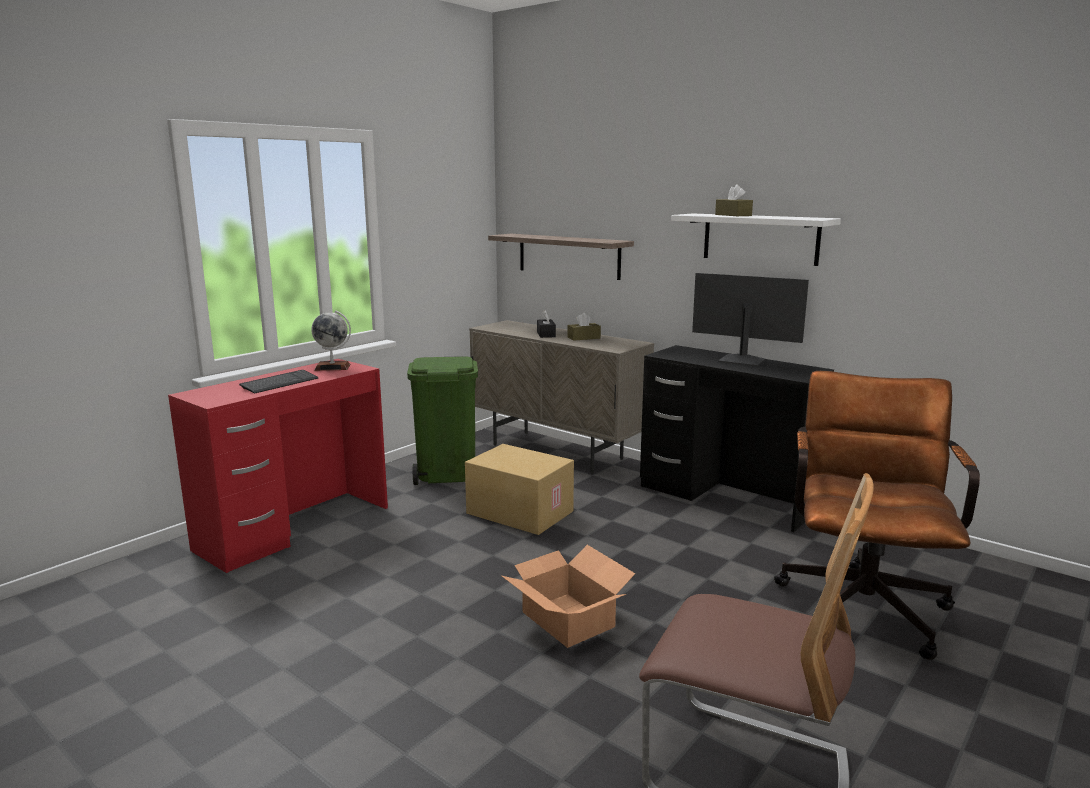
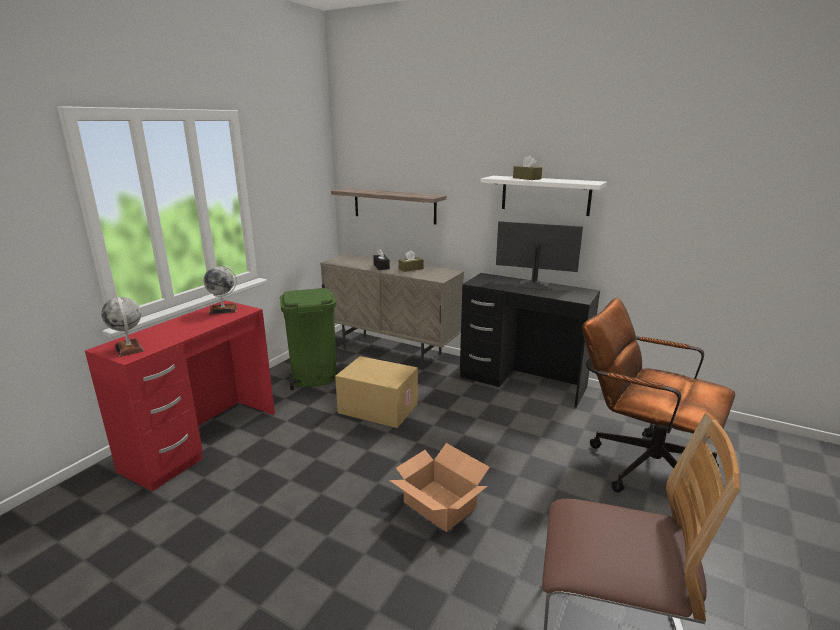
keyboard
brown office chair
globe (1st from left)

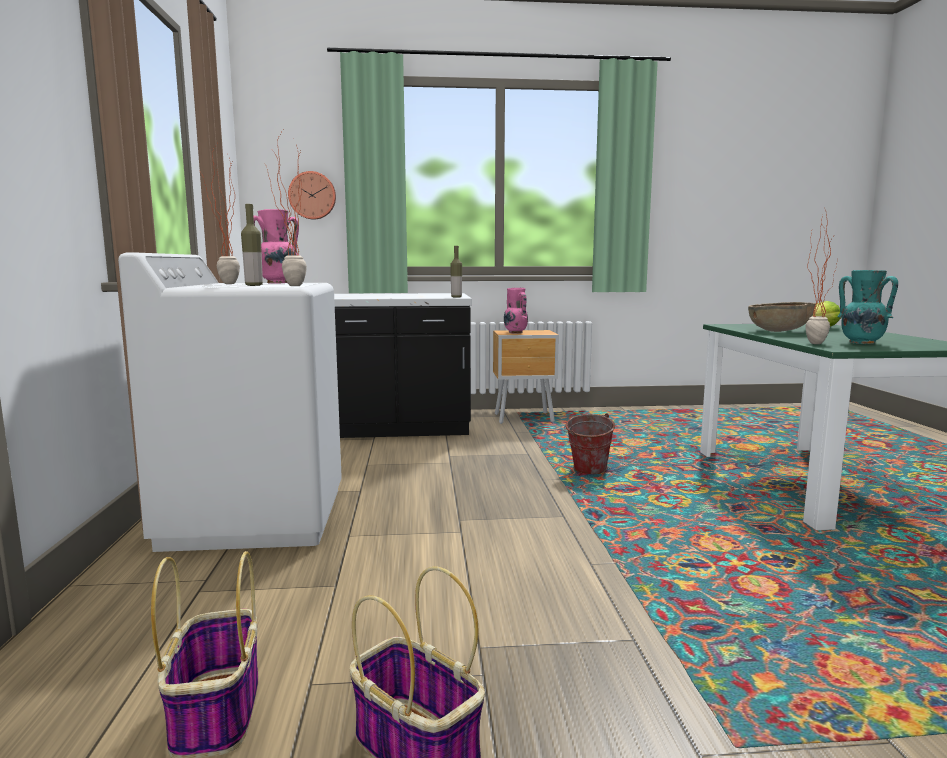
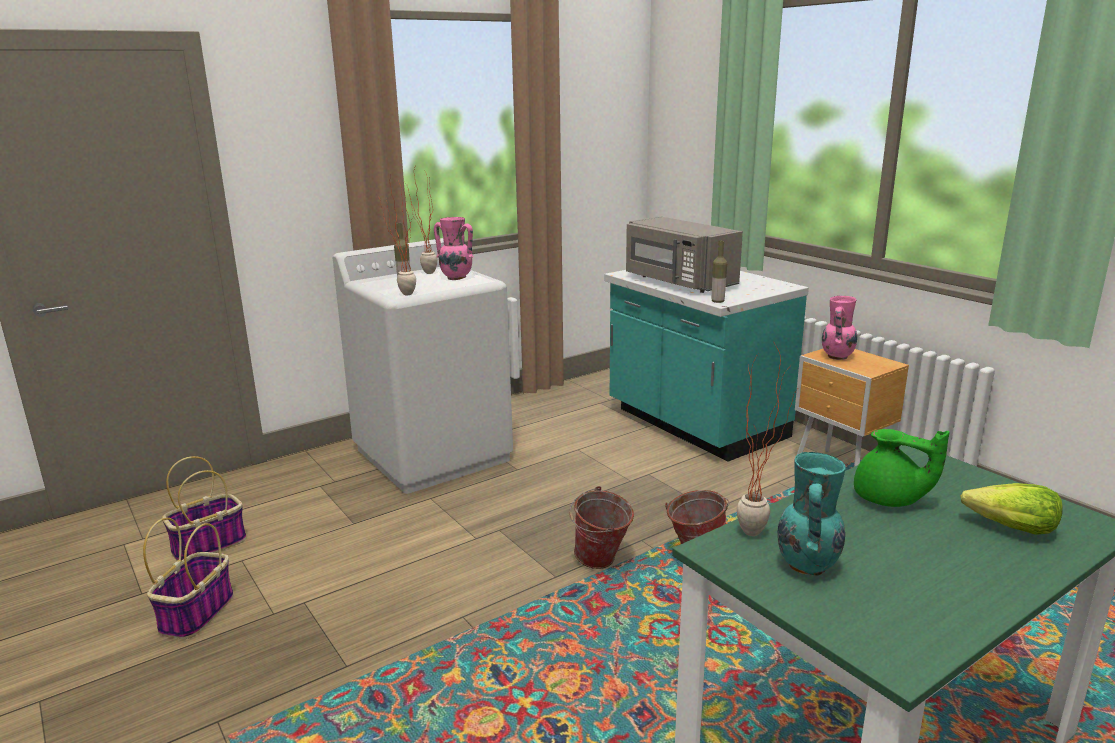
wall clock
turquoise counter
green teapot
grey microwave
bucket (1st from left)

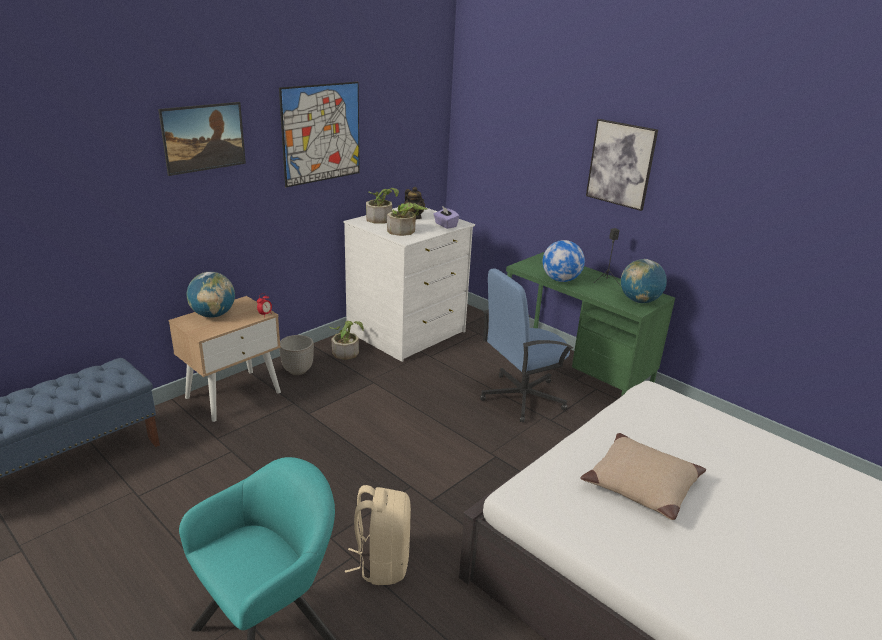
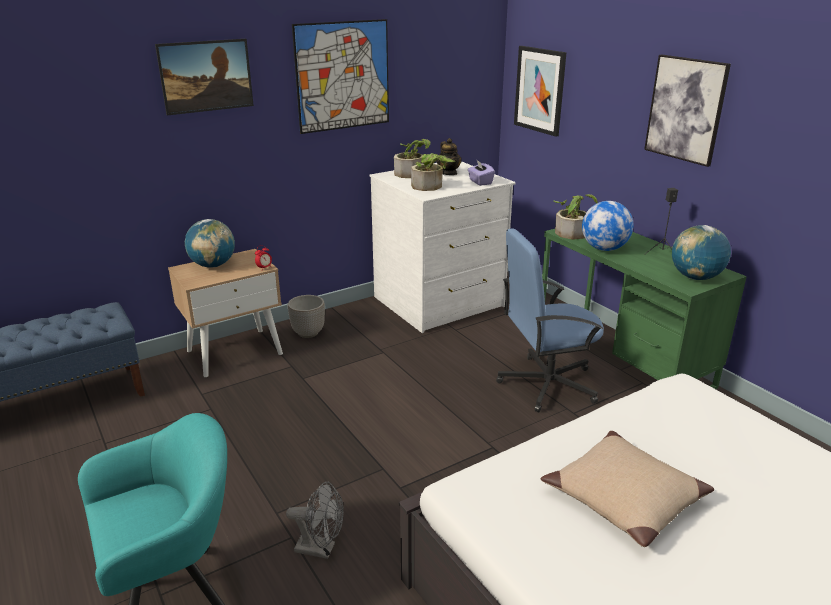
potted plant (3rd from left)
grey fan
picture (3rd from left)

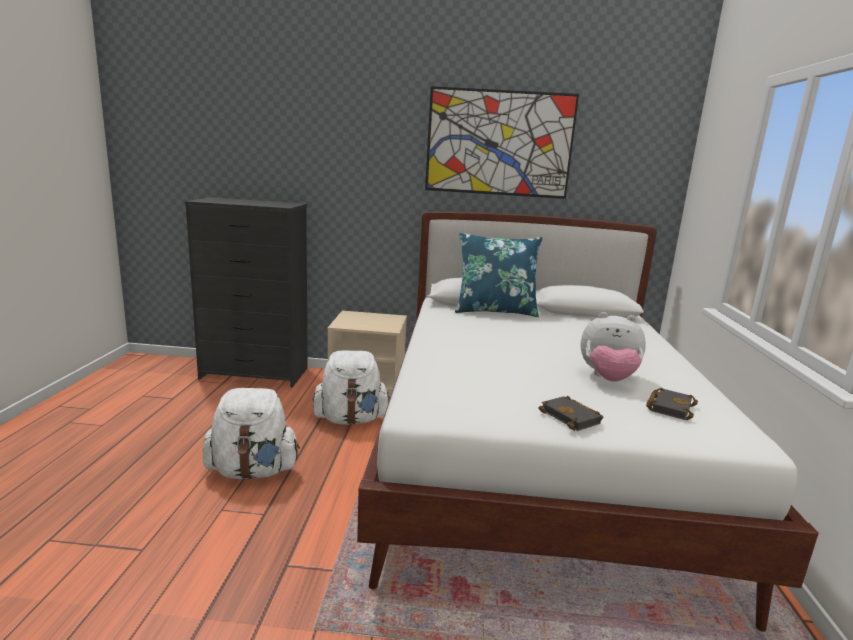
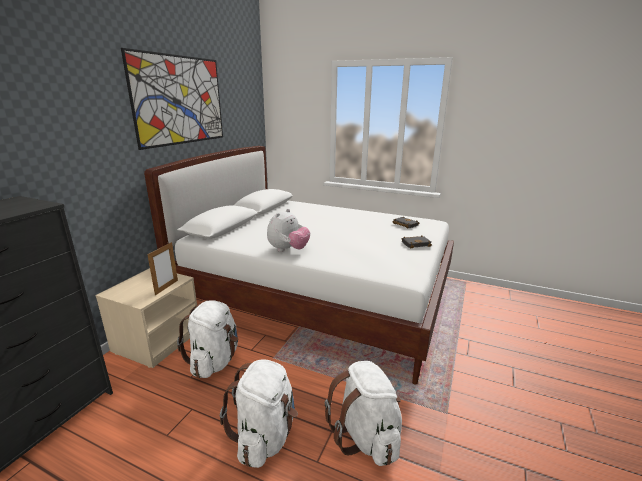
blue pillow
plush toy
picture frame
white backpack (3rd from left)

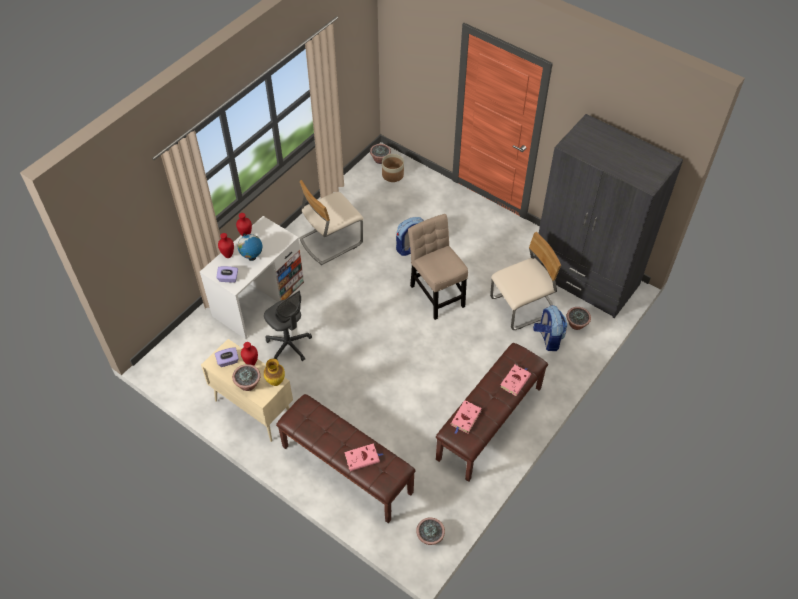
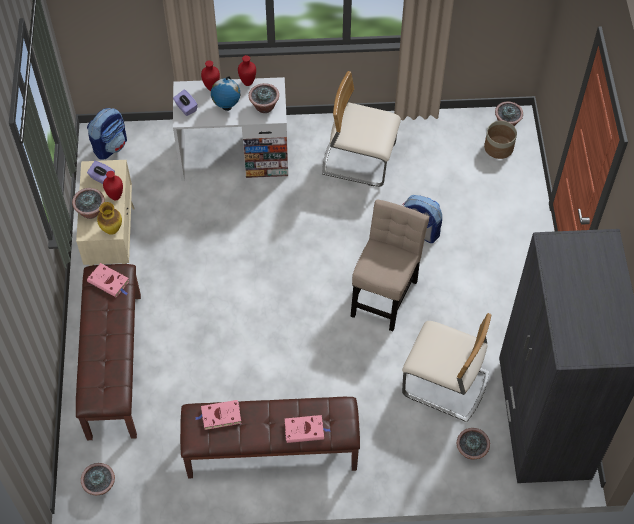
grey office chair
backpack (1st from left)
pink book (1st from left)
potted plant (3rd from left)

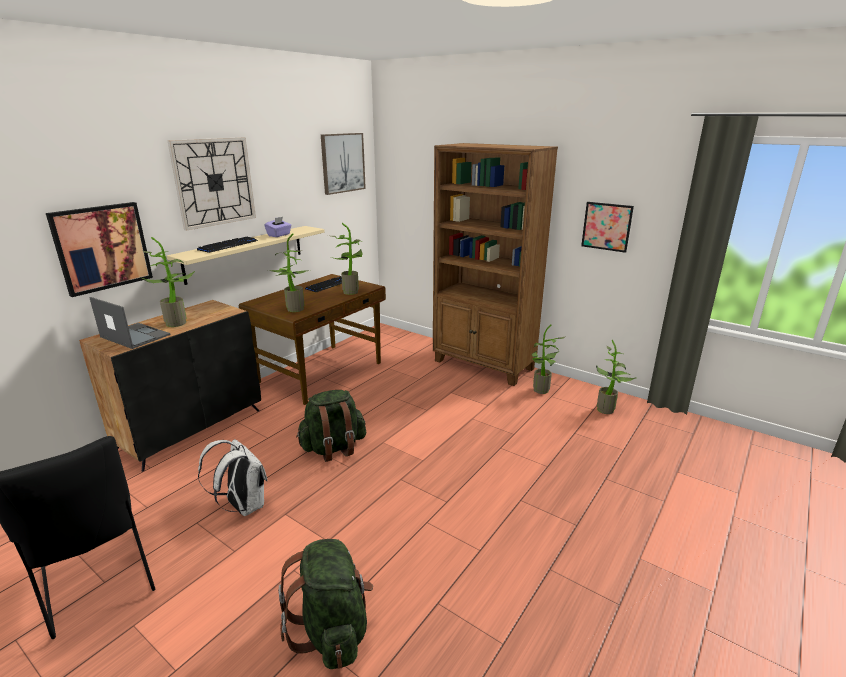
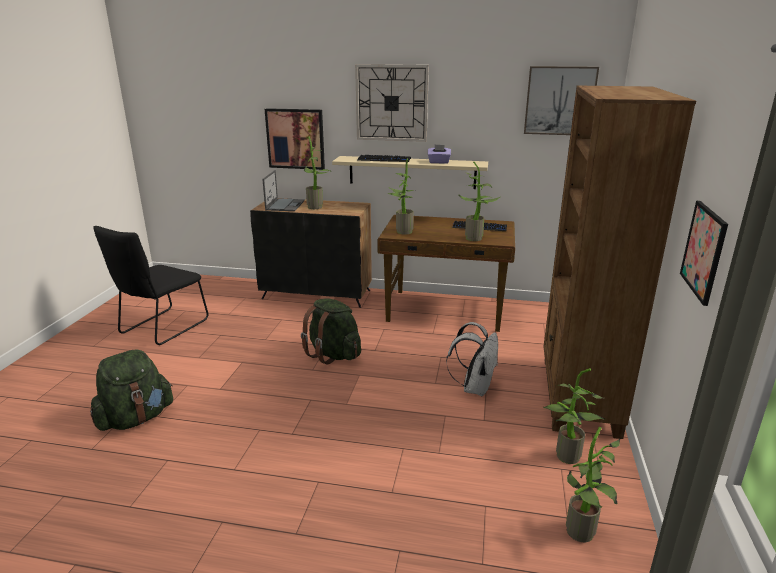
white backpack

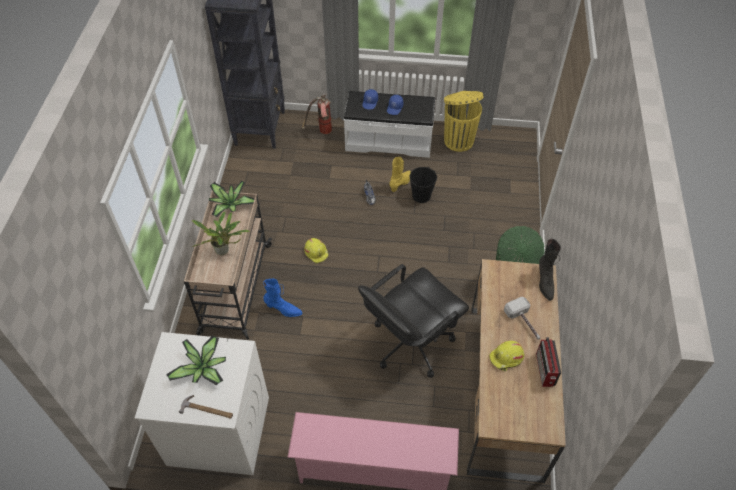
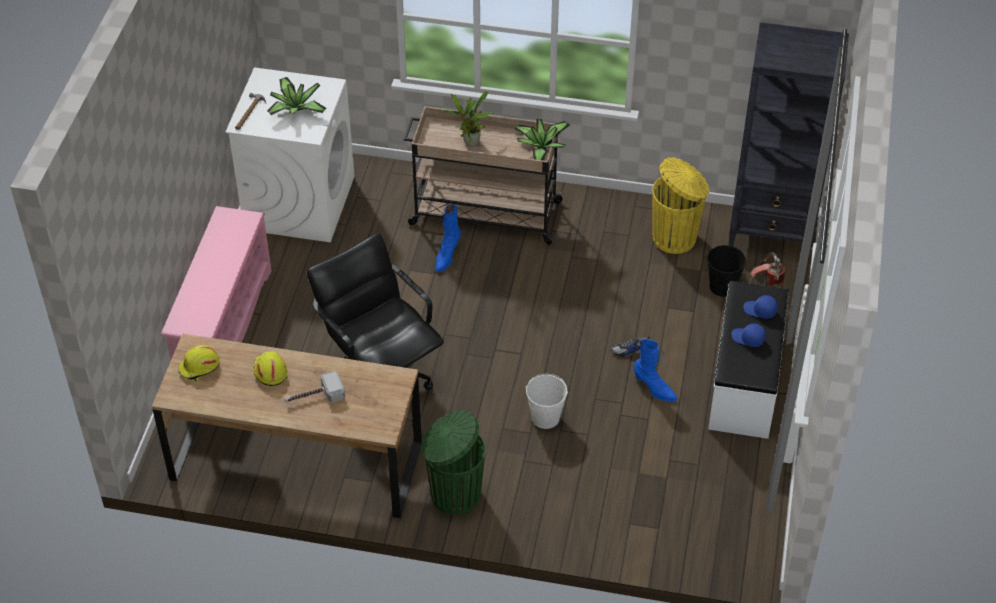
yellow trash can
blue boot (2nd from left)
black bucket
yellow hard hat (1st from left)
black boot
radio
white bucket

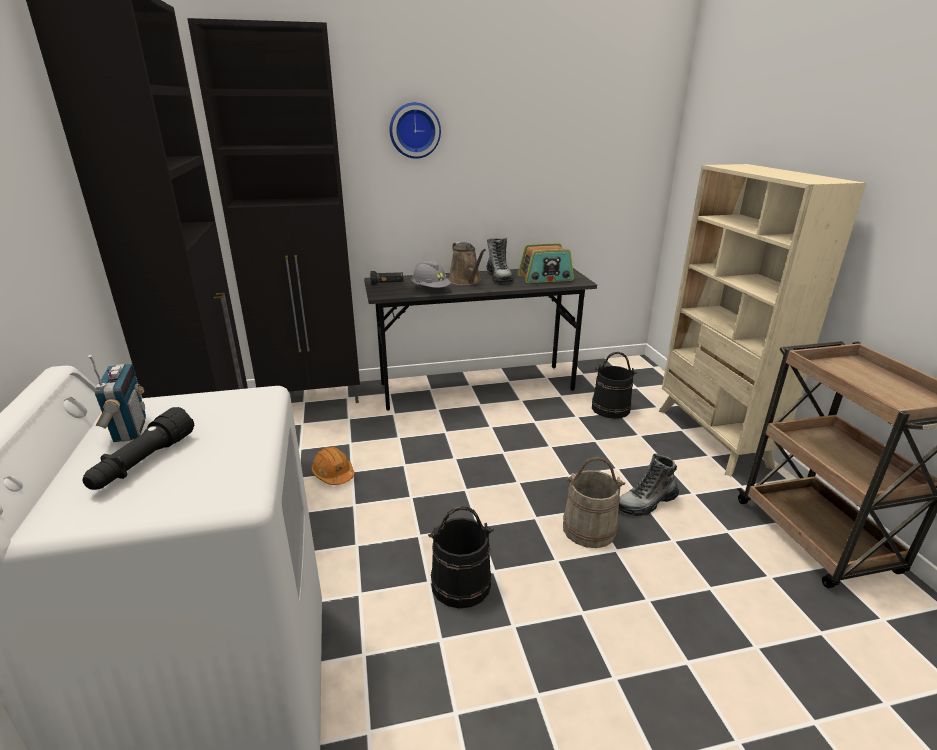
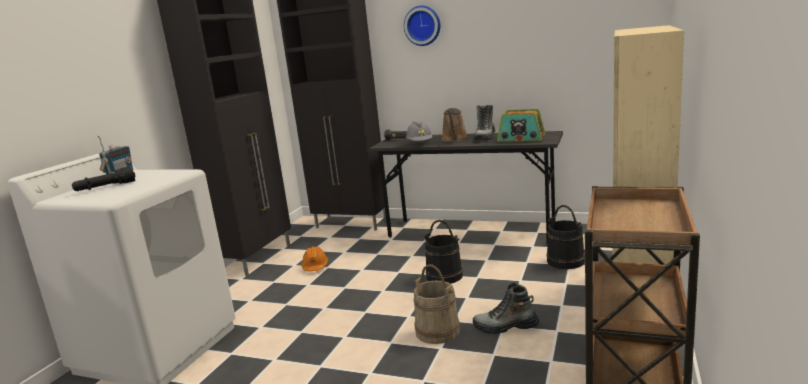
black bucket (1st from left)

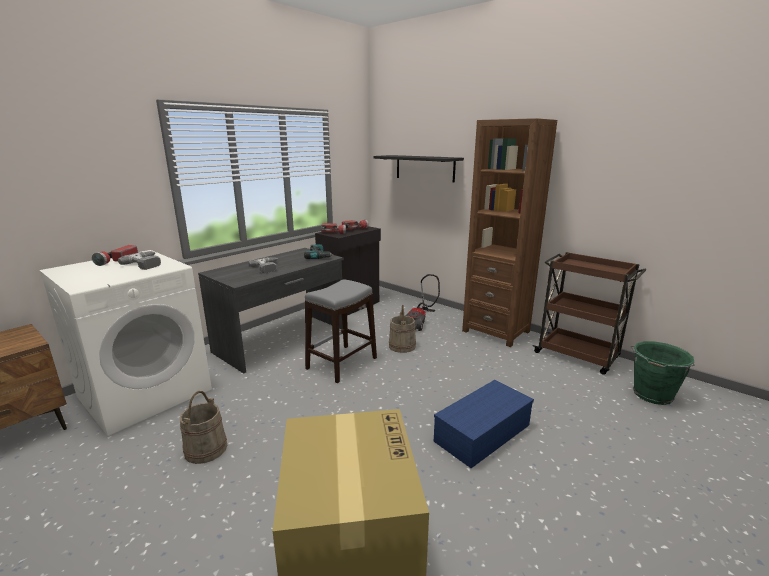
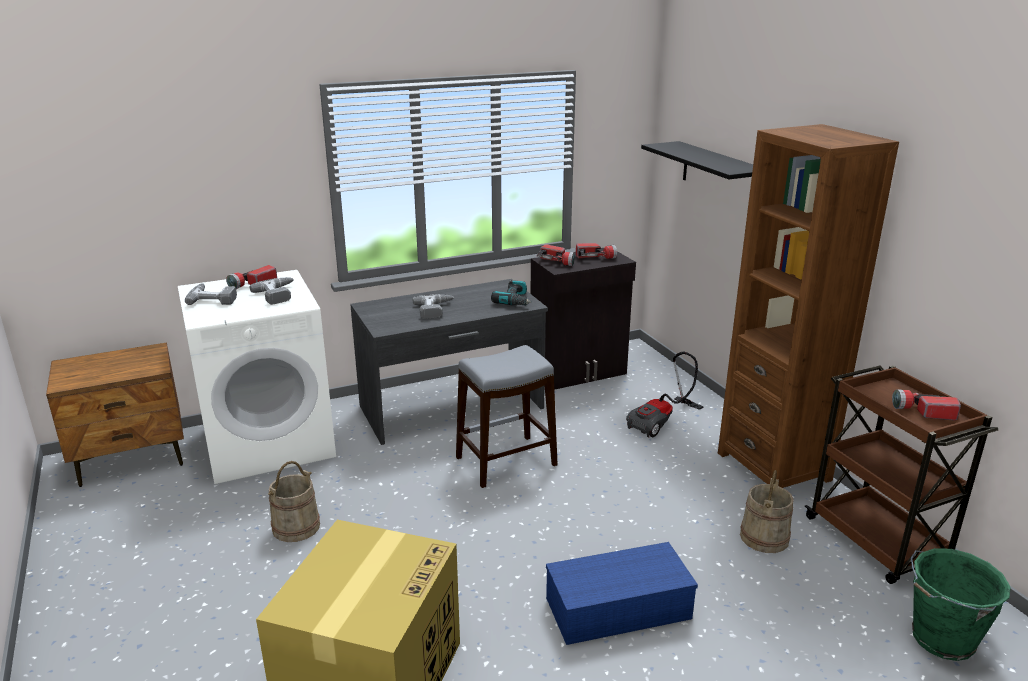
beige bucket (2nd from left)
power drill (1st from left)
flashlight (4th from left)

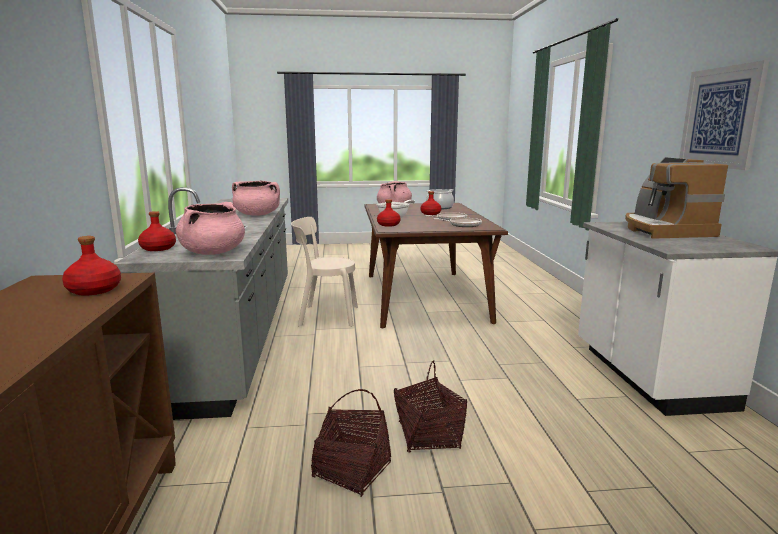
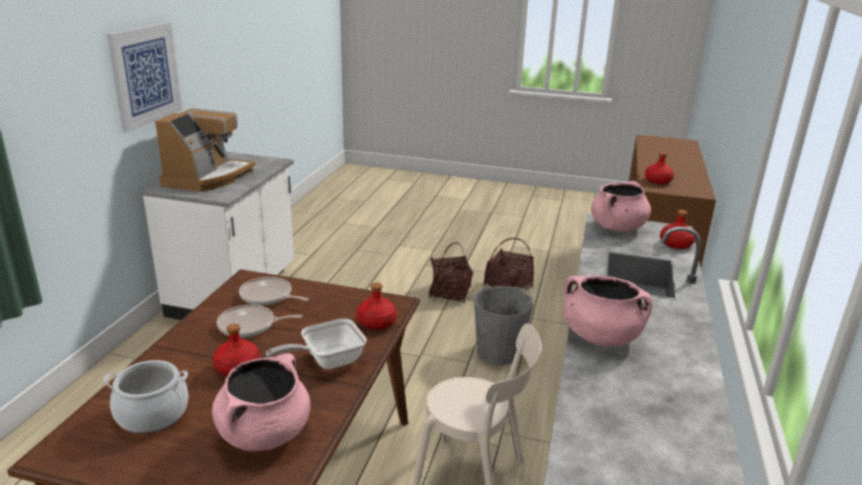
grey bucket

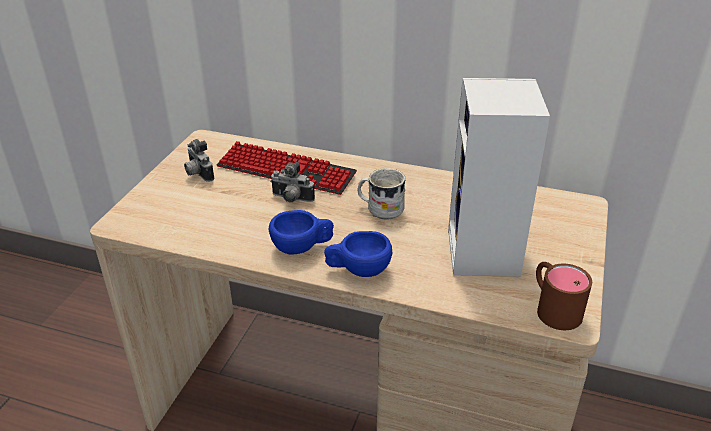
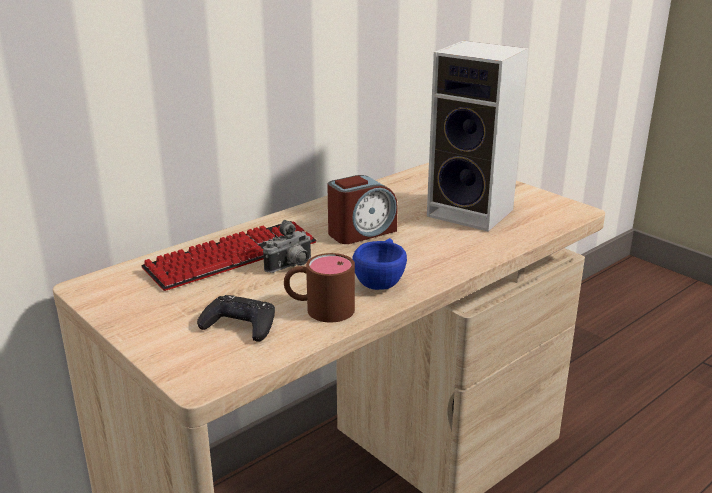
photo camera (1st from left in the first image)
alarm clock
blue cup (2nd from left in the first image)
brown mug
black game controller

